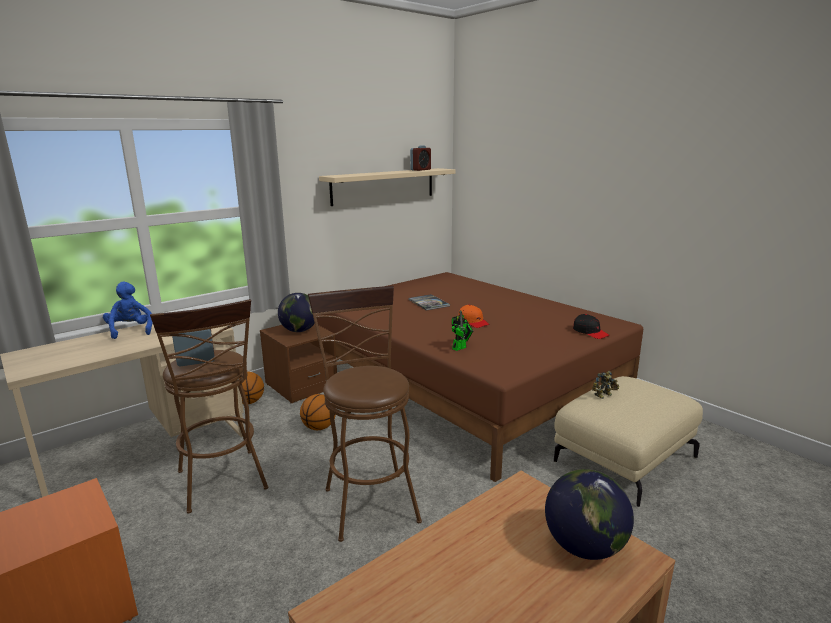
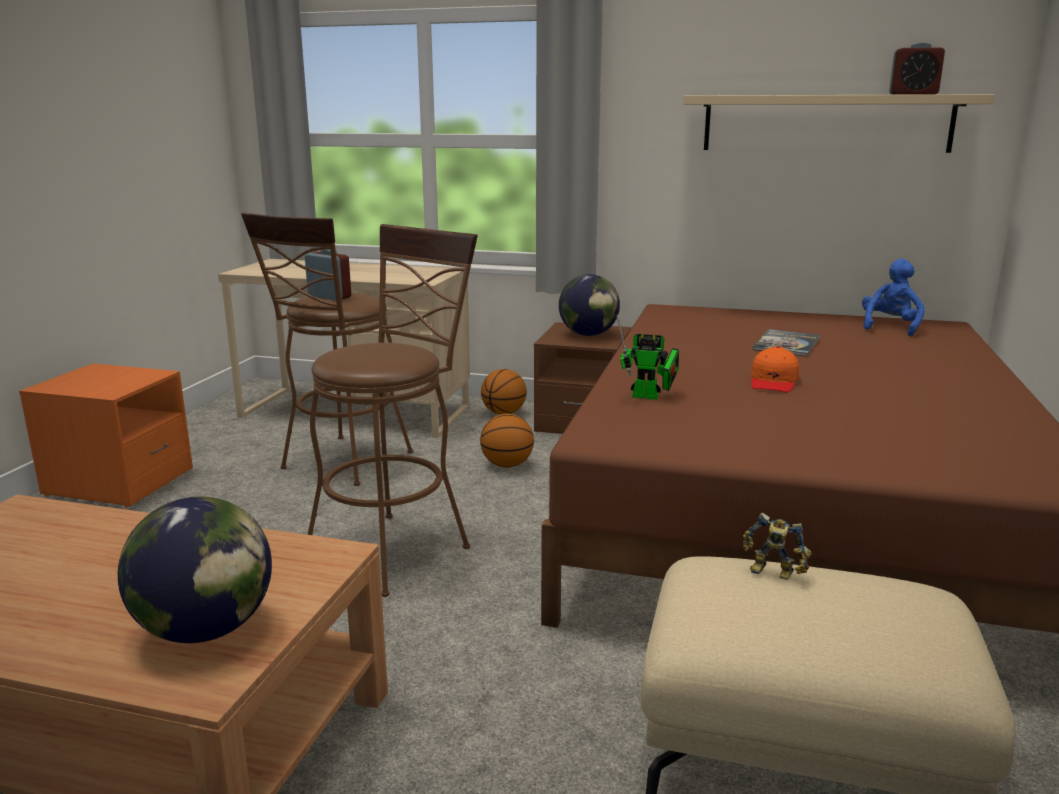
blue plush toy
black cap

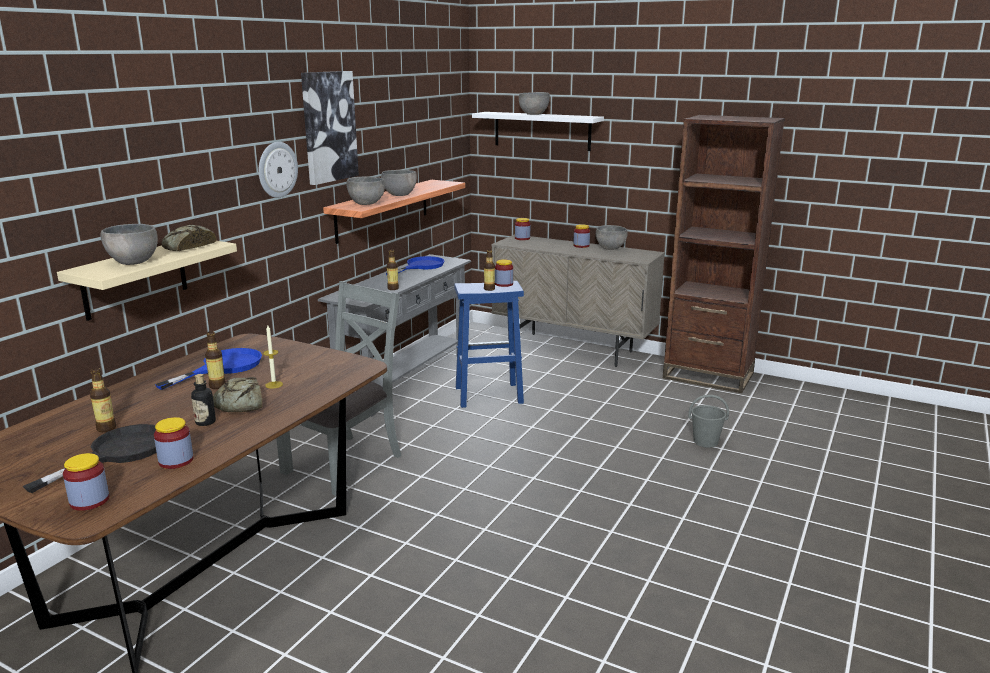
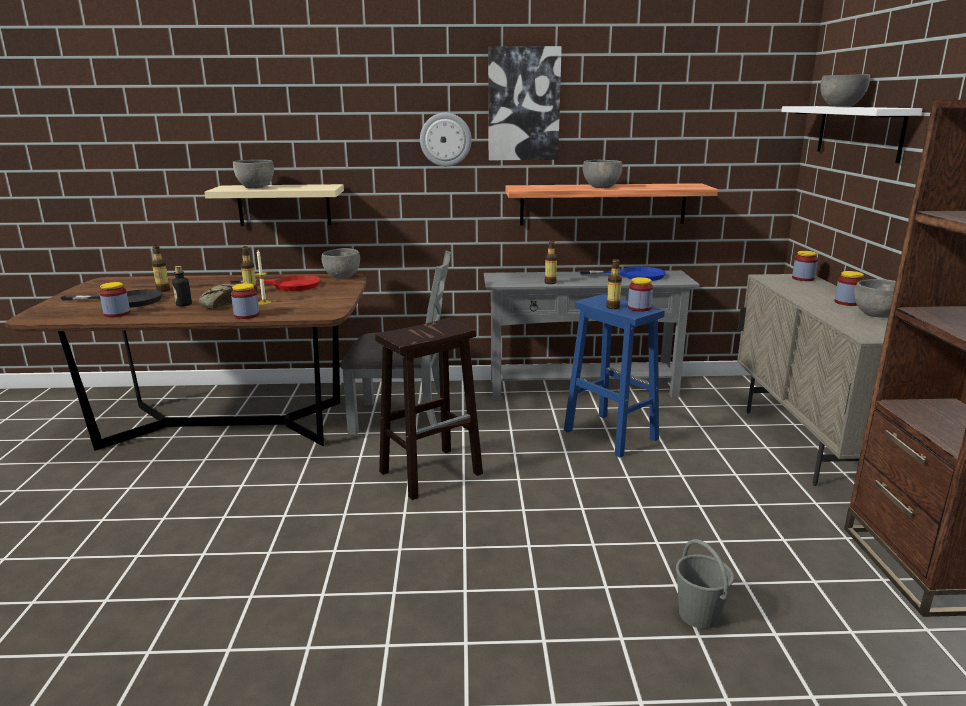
grey bowl (2nd from left)
bread (1st from left in the first image)
red frying pan
jar (2nd from left)
brown stool

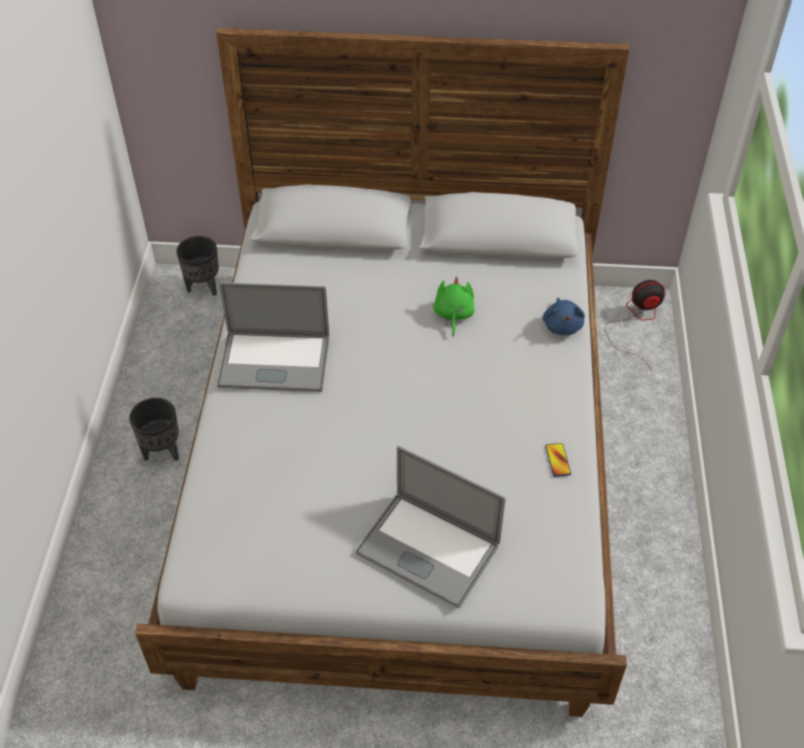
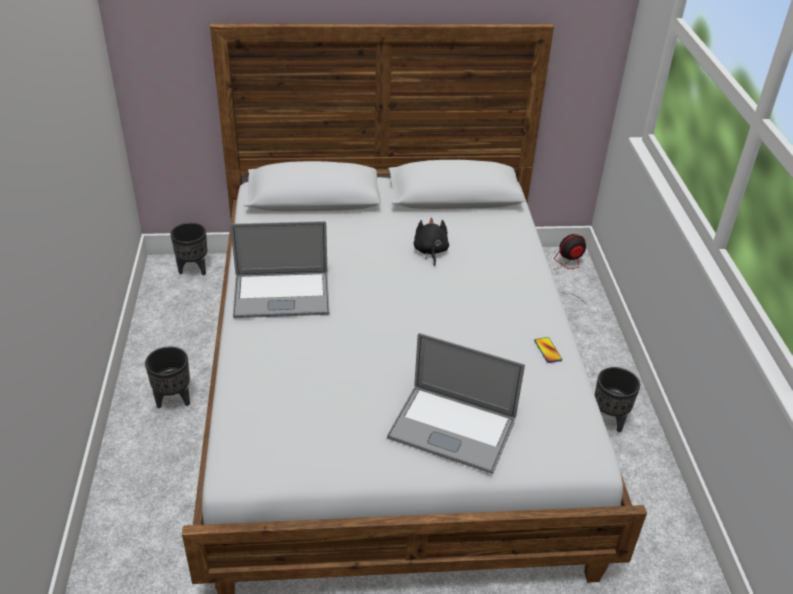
black plush toy
blue plush toy
black planter (3rd from left)

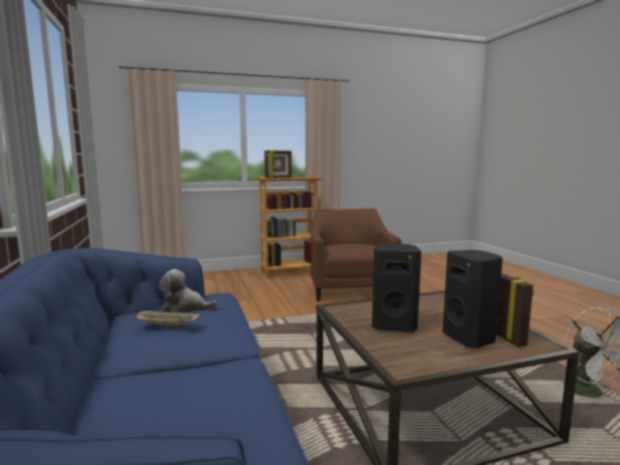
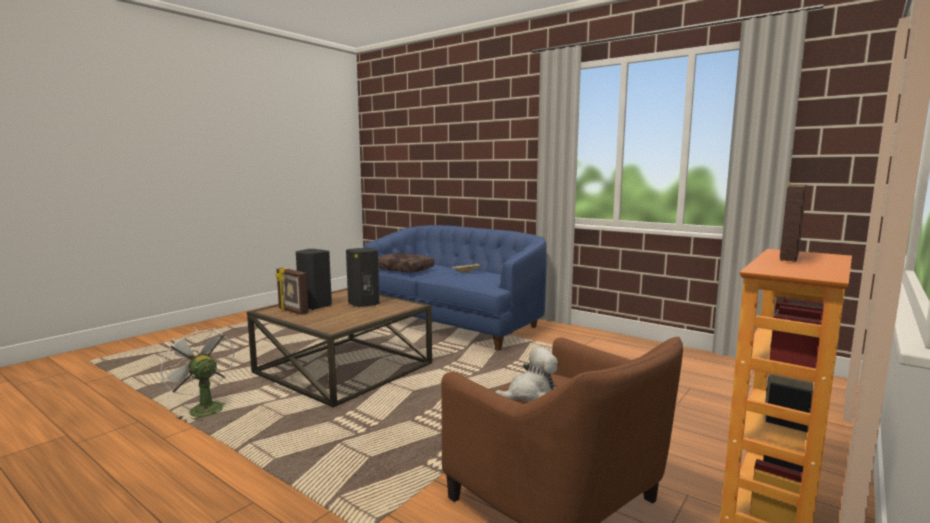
plush toy
brown pillow

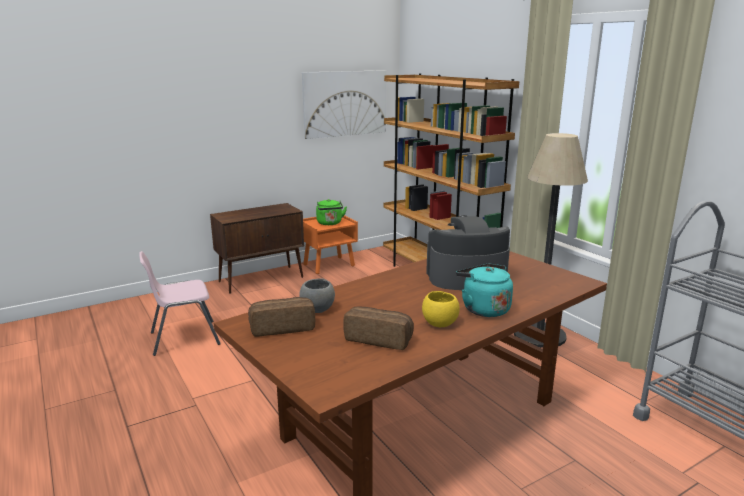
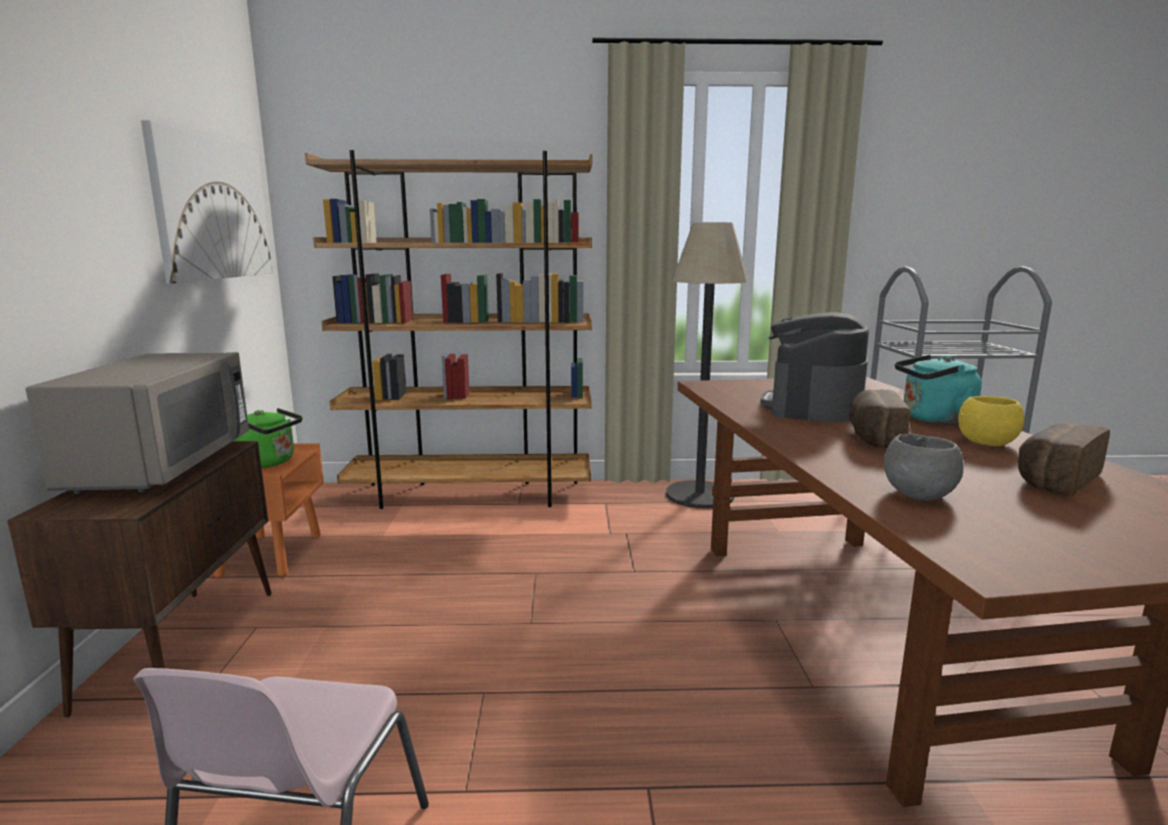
bread (1st from left)
grey microwave

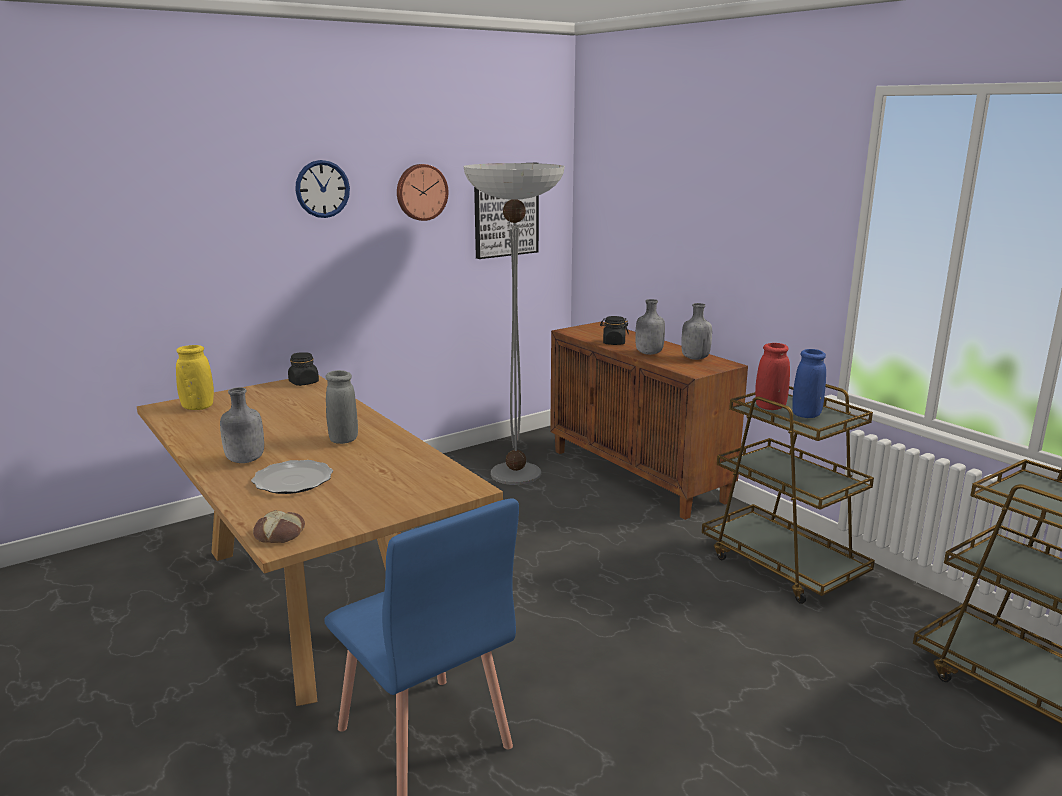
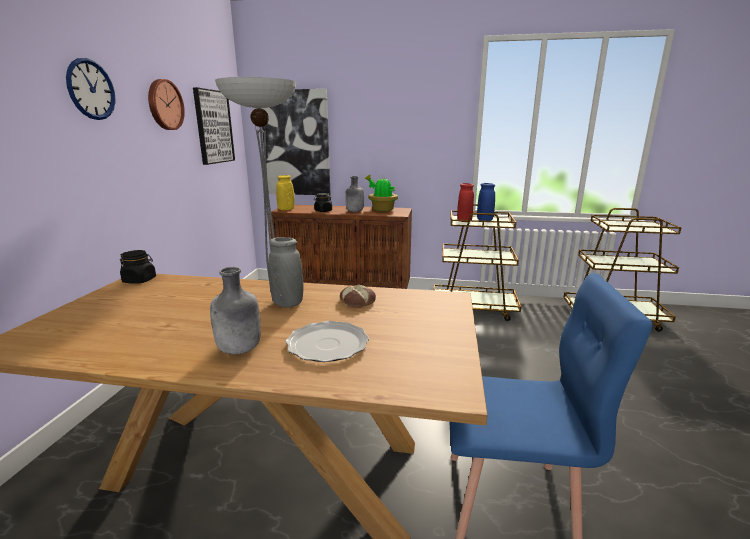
potted plant
yellow vase
bread
picture (2nd from left)

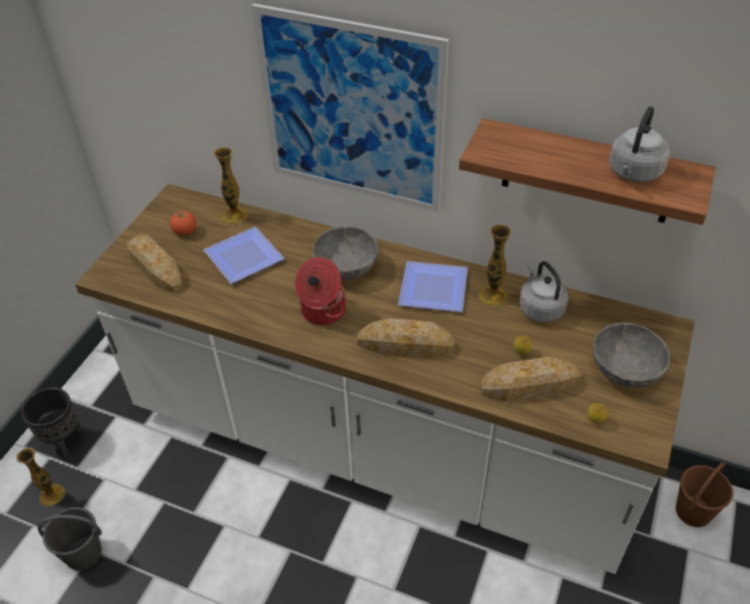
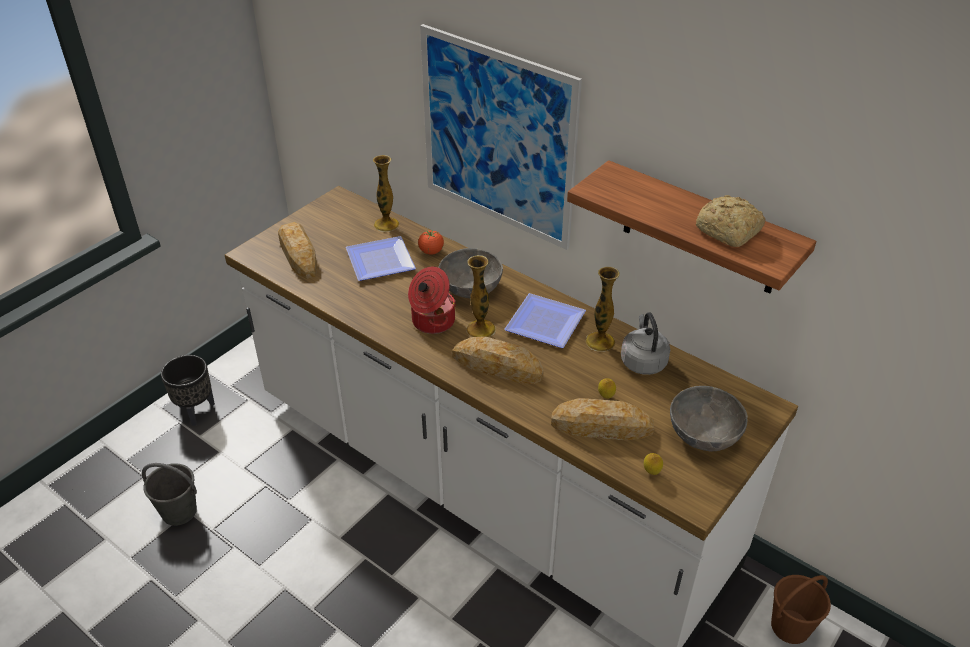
bread (4th from left)
tomato
vase (2nd from left)

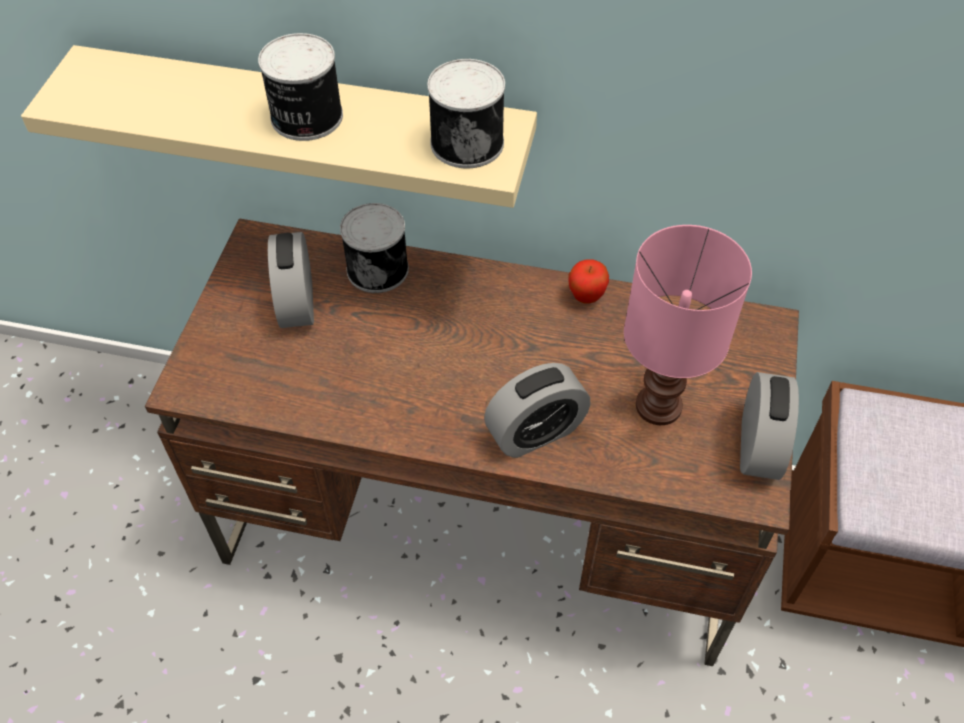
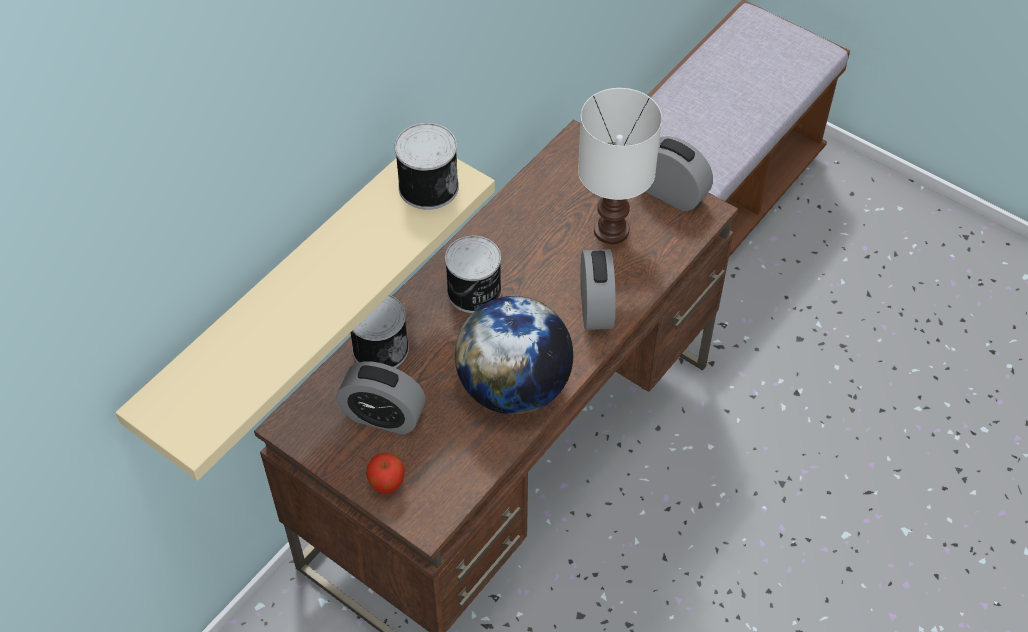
can (3rd from left)
white table lamp
apple
globe

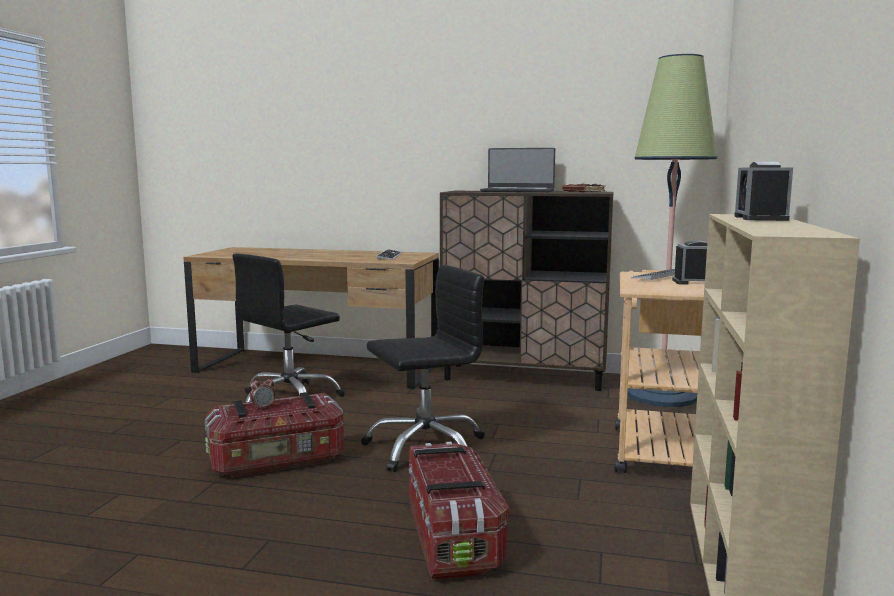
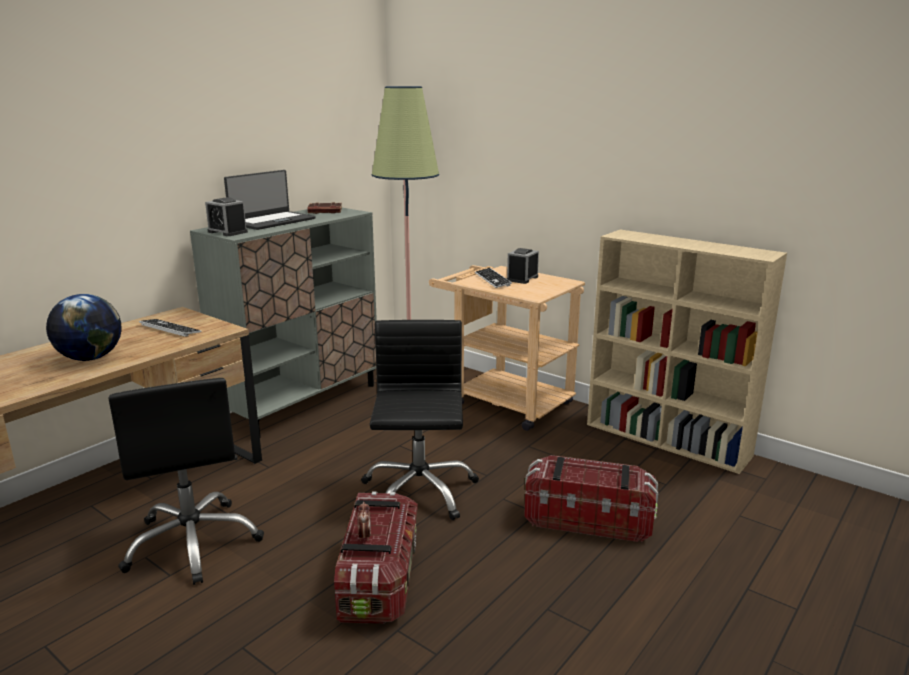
alarm clock (1st from left)
grey cabinet
globe

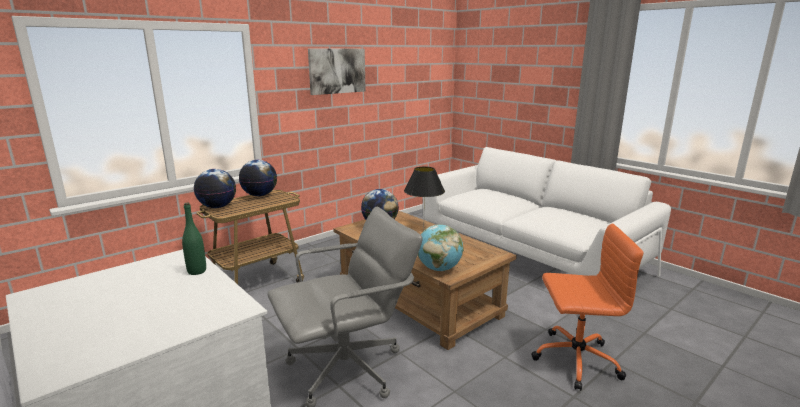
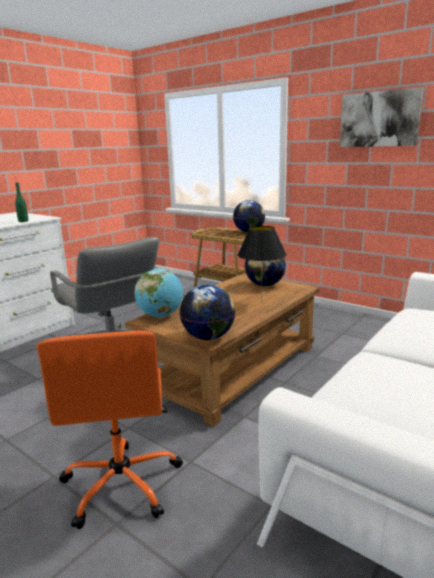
globe (2nd from left)

